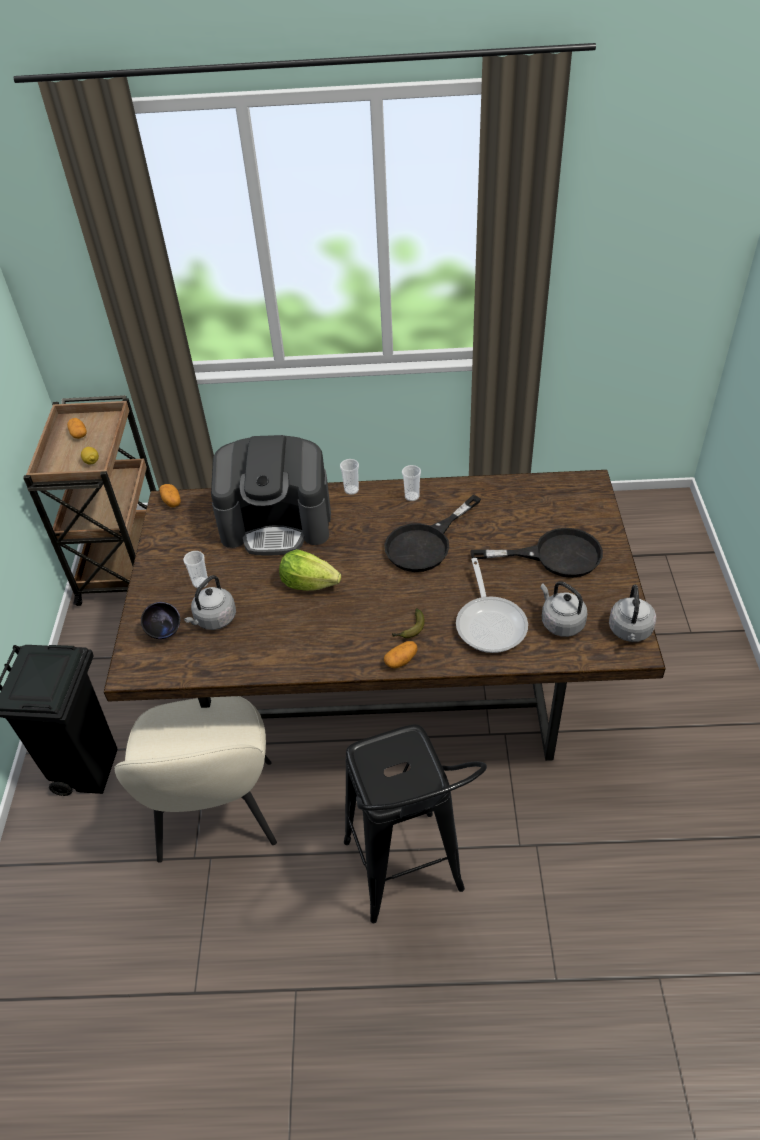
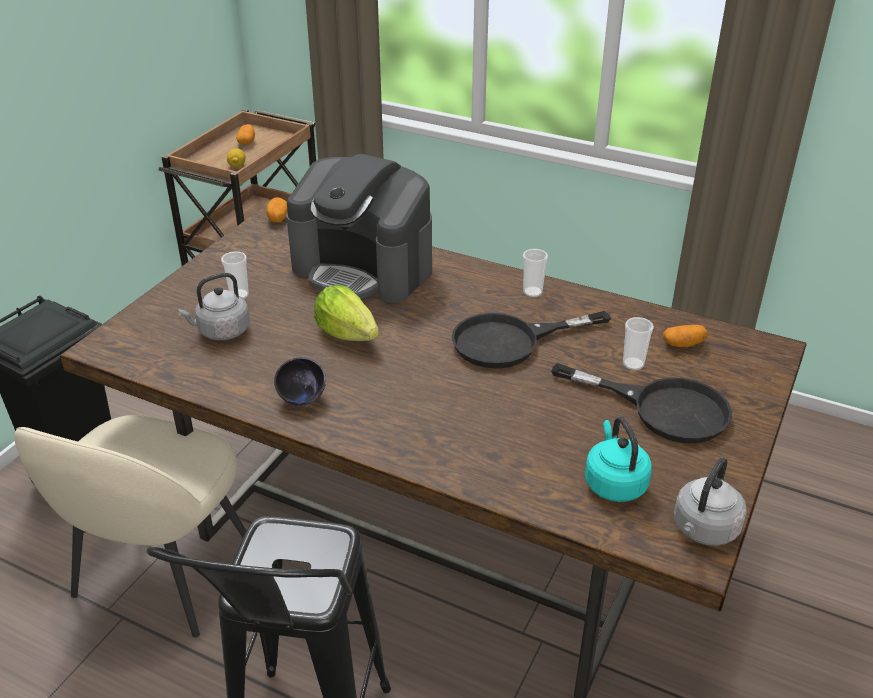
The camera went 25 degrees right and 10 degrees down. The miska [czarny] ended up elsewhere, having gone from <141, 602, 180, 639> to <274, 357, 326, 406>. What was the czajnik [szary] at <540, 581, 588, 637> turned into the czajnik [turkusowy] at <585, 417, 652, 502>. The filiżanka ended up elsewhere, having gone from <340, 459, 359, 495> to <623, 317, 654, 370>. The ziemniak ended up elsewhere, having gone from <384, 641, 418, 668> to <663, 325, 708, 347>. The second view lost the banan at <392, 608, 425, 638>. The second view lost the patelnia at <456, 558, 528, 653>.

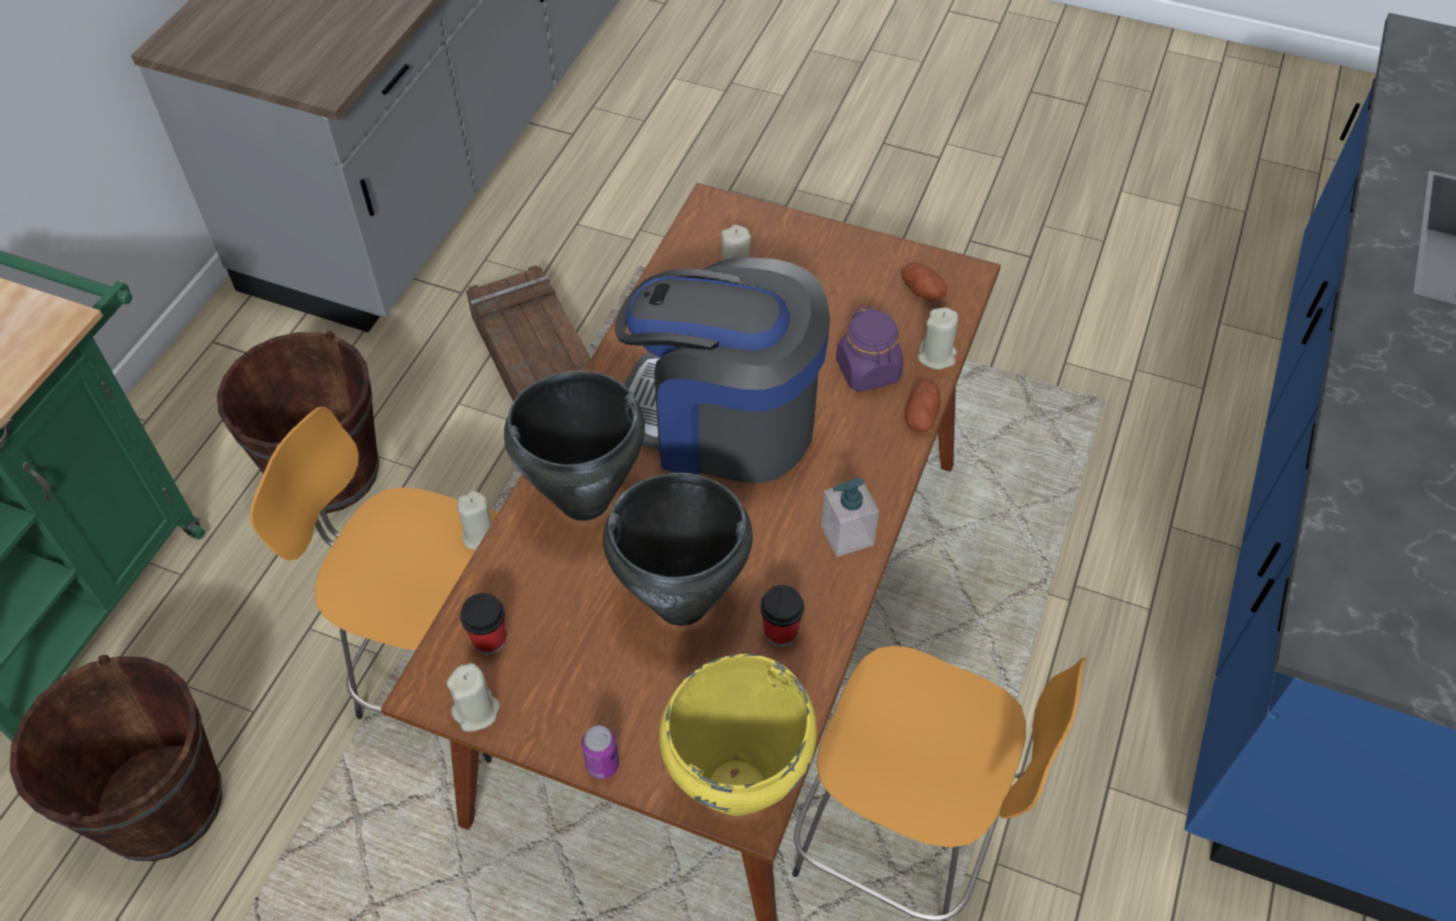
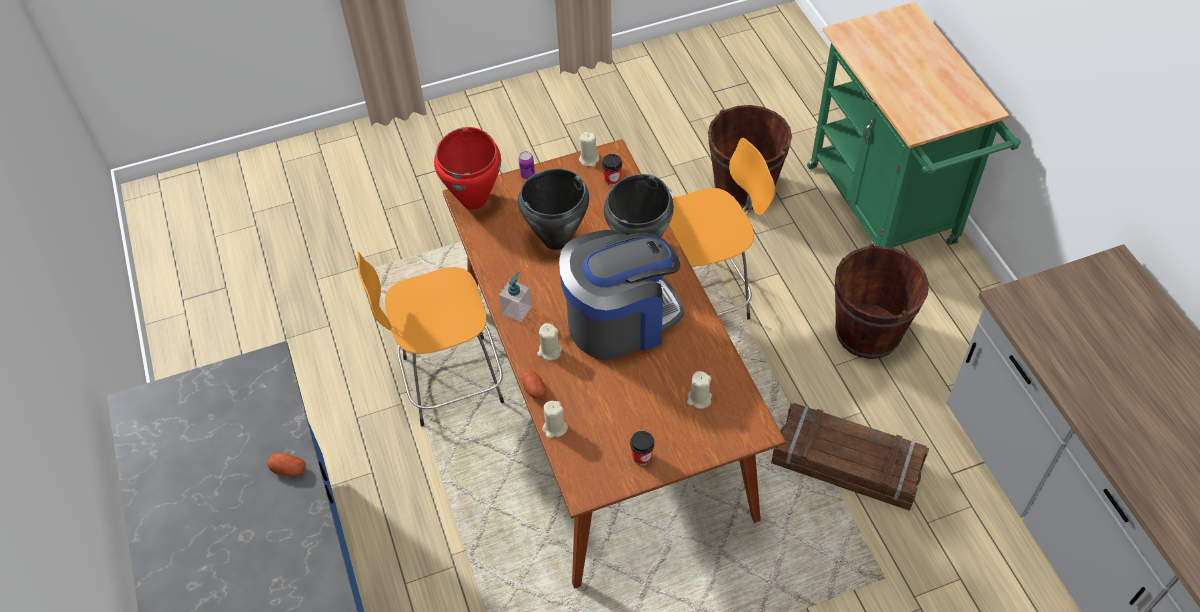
The camera went 140 degrees right and 0 degrees up. The ziemniak ended up elsewhere, having gone from <902, 263, 947, 302> to <267, 453, 306, 476>. What was the garnek [żółty] at <659, 654, 817, 816> turned into the garnek [czerwony] at <434, 127, 501, 210>. The świeca [beżowy] ended up elsewhere, having gone from <457, 491, 493, 550> to <537, 323, 562, 361>. The filiżanka ended up elsewhere, having gone from <760, 585, 804, 647> to <630, 431, 655, 465>. The second view lost the słoik [fioletowy] at <836, 306, 903, 392>.

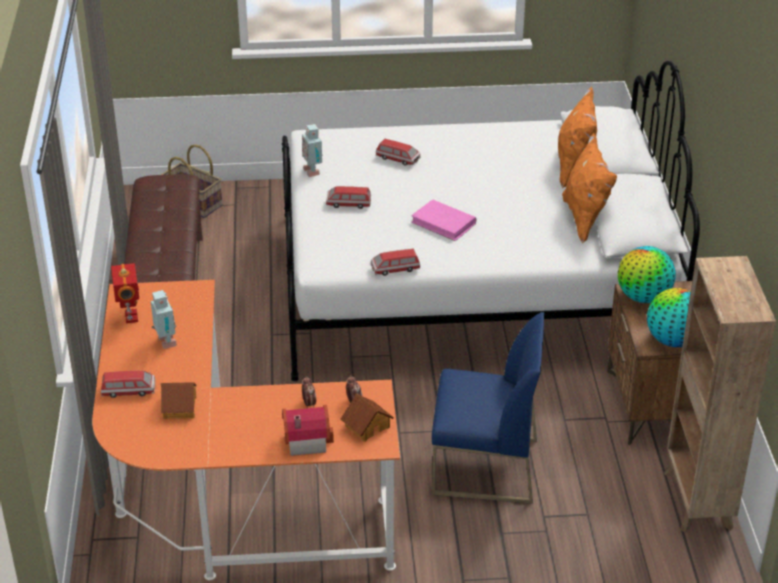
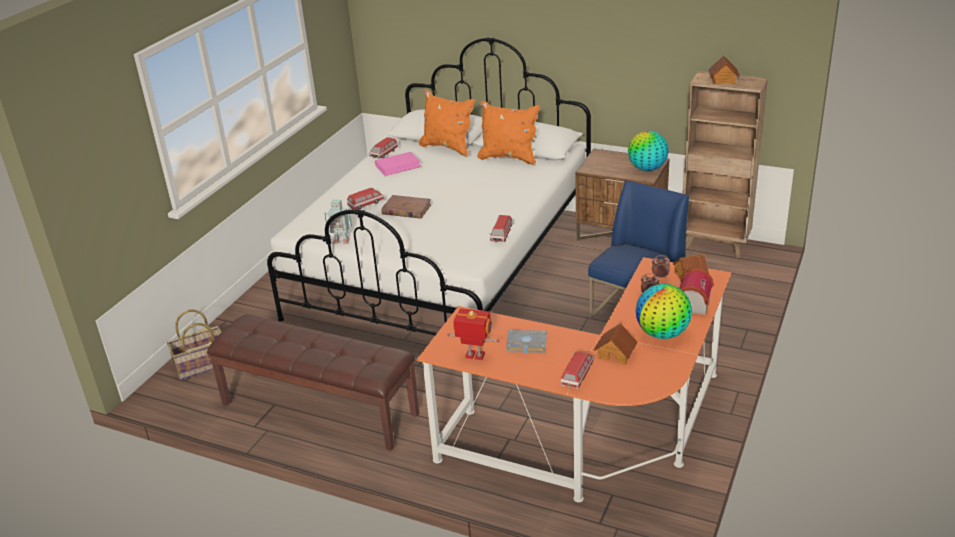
The camera went 60 degrees left and 5 degrees down. The samochodzik ended up elsewhere, having gone from <326, 186, 371, 209> to <369, 137, 398, 159>. The książka [różowy] ended up elsewhere, having gone from <411, 199, 476, 241> to <375, 152, 422, 176>. The second view gained the książka [brązowy] at <381, 195, 431, 219>. Where the robot zabawkowy stood at <151, 290, 177, 349>, the książka [szary] came to stand at <506, 330, 547, 353>. The globus ended up elsewhere, having gone from <618, 246, 676, 303> to <636, 284, 692, 339>. The second view gained the domek at <709, 56, 740, 84>.

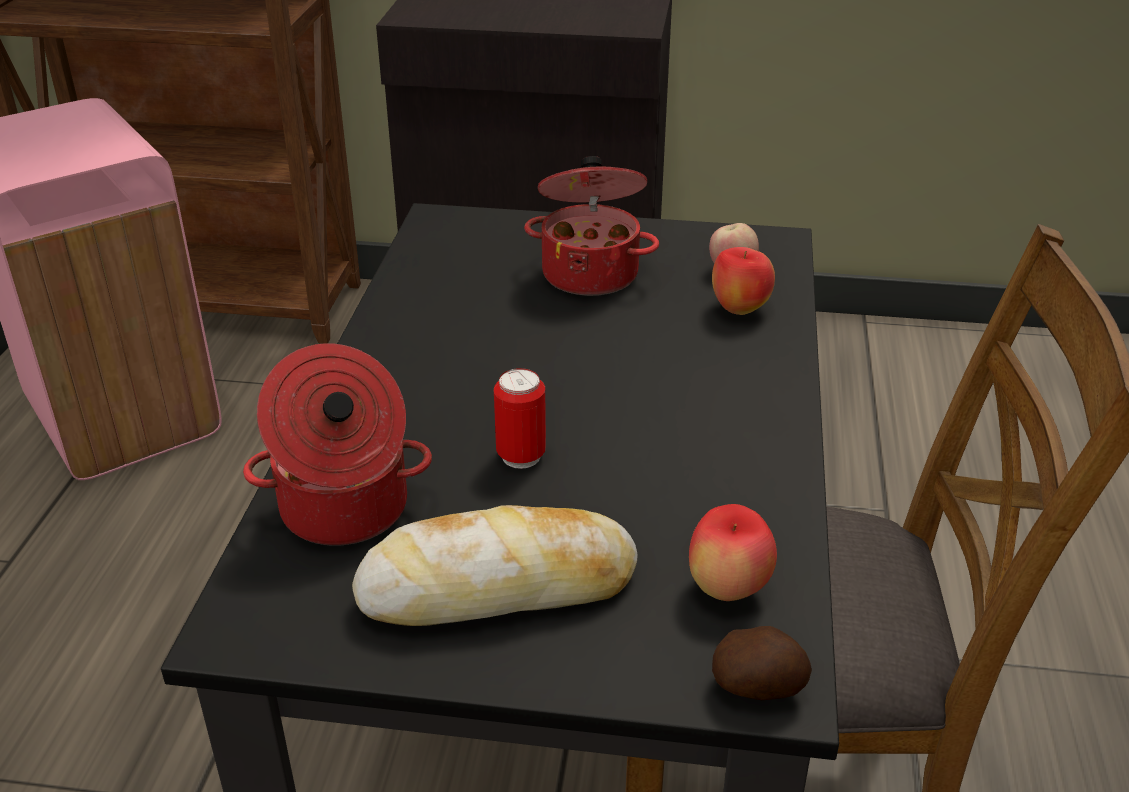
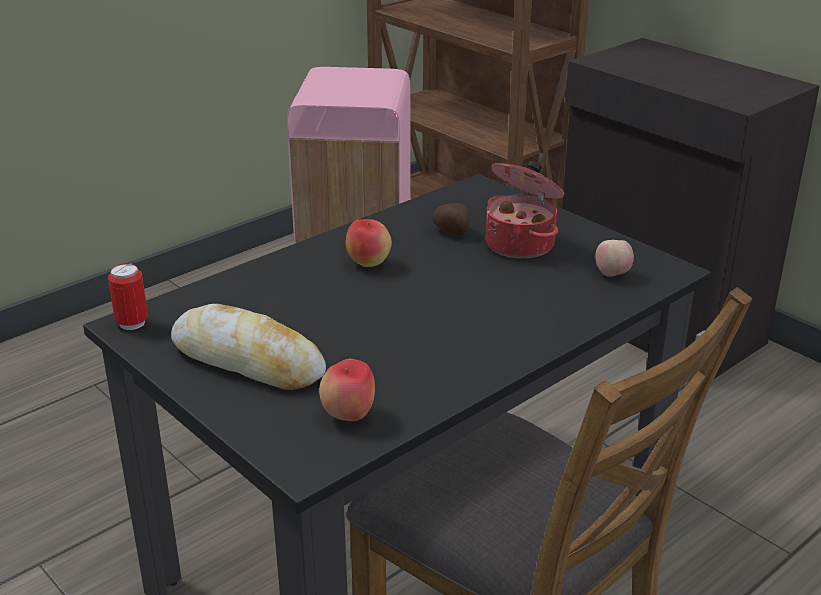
The camera went 40 degrees right and 5 degrees down. The puszka ended up elsewhere, having gone from <494, 368, 546, 469> to <108, 263, 148, 330>. The jabłko ended up elsewhere, having gone from <712, 247, 775, 315> to <346, 219, 392, 267>. The ziemniak ended up elsewhere, having gone from <712, 626, 812, 700> to <432, 203, 470, 235>. The second view lost the garnek at <243, 343, 432, 546>.

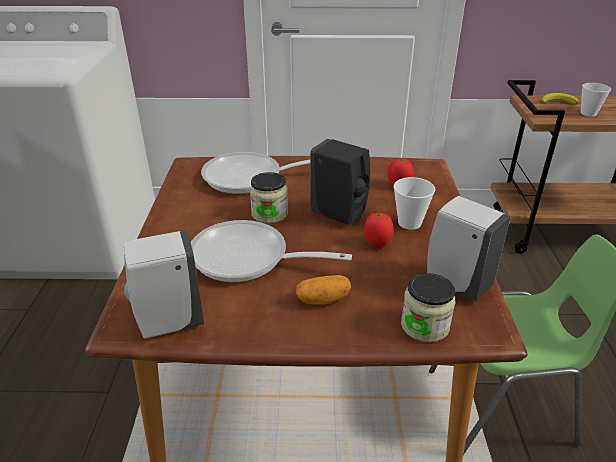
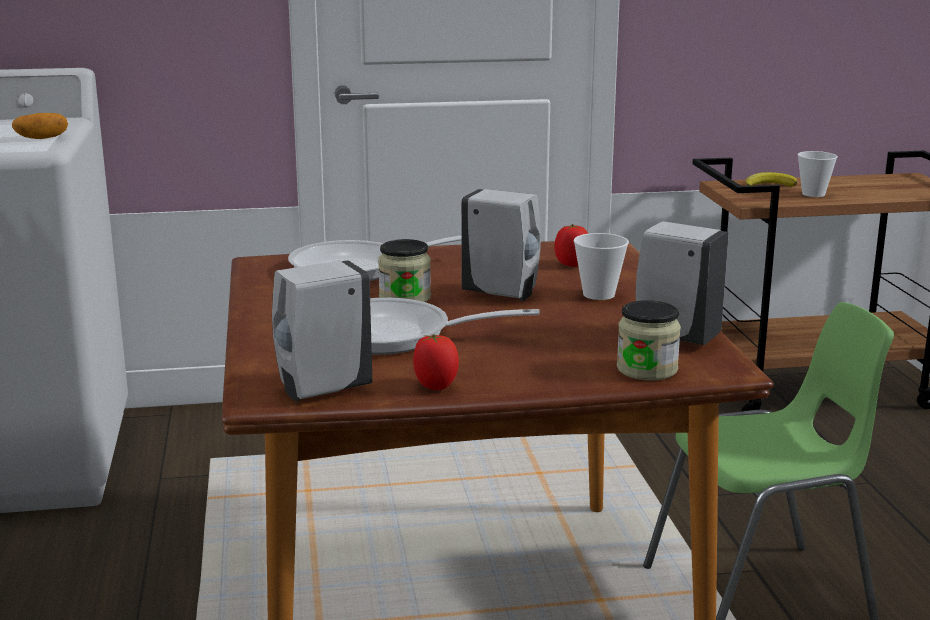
The camera went 10 degrees left and 15 degrees down. The ziemniak ended up elsewhere, having gone from <296, 275, 351, 305> to <12, 113, 68, 139>. The pomidor ended up elsewhere, having gone from <364, 213, 394, 248> to <413, 334, 459, 390>. What was the dozownik mydła [czarny] at <310, 139, 370, 225> turned into the dozownik mydła [biały] at <461, 189, 541, 301>.

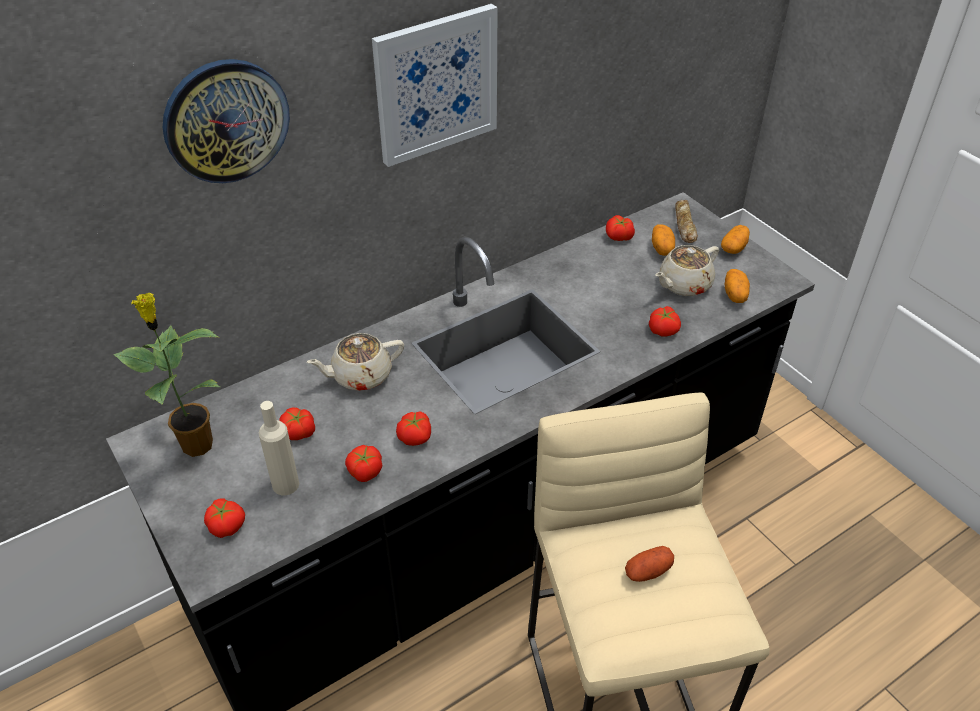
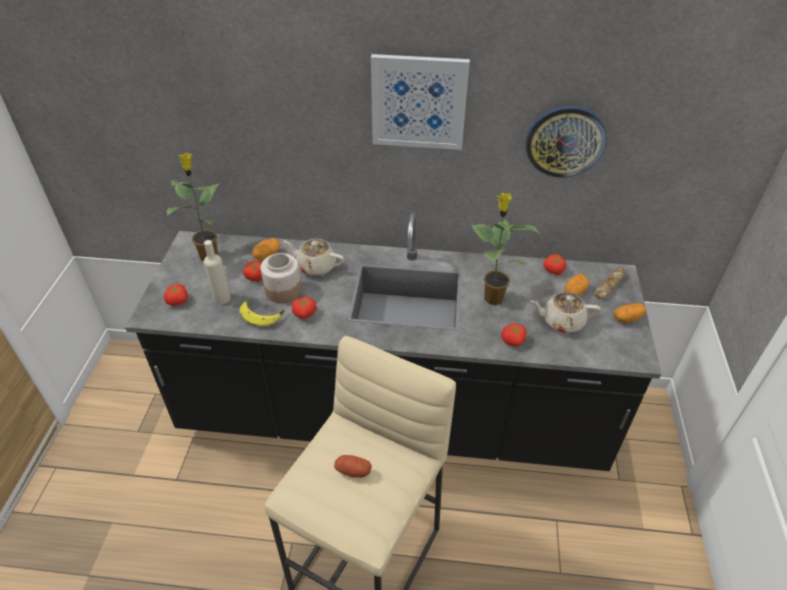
The camera went 40 degrees right and 0 degrees up. Where the pomidor stood at <345, 445, 382, 482>, the banan came to stand at <240, 301, 284, 326>. The ziemniak ended up elsewhere, having gone from <725, 269, 750, 303> to <252, 238, 281, 260>. The second view gained the słoik at <261, 253, 302, 303>. The second view gained the roślina doniczkowa at <471, 193, 541, 305>. The zegar ścienny ended up elsewhere, having gone from <163, 59, 290, 183> to <526, 105, 607, 178>.

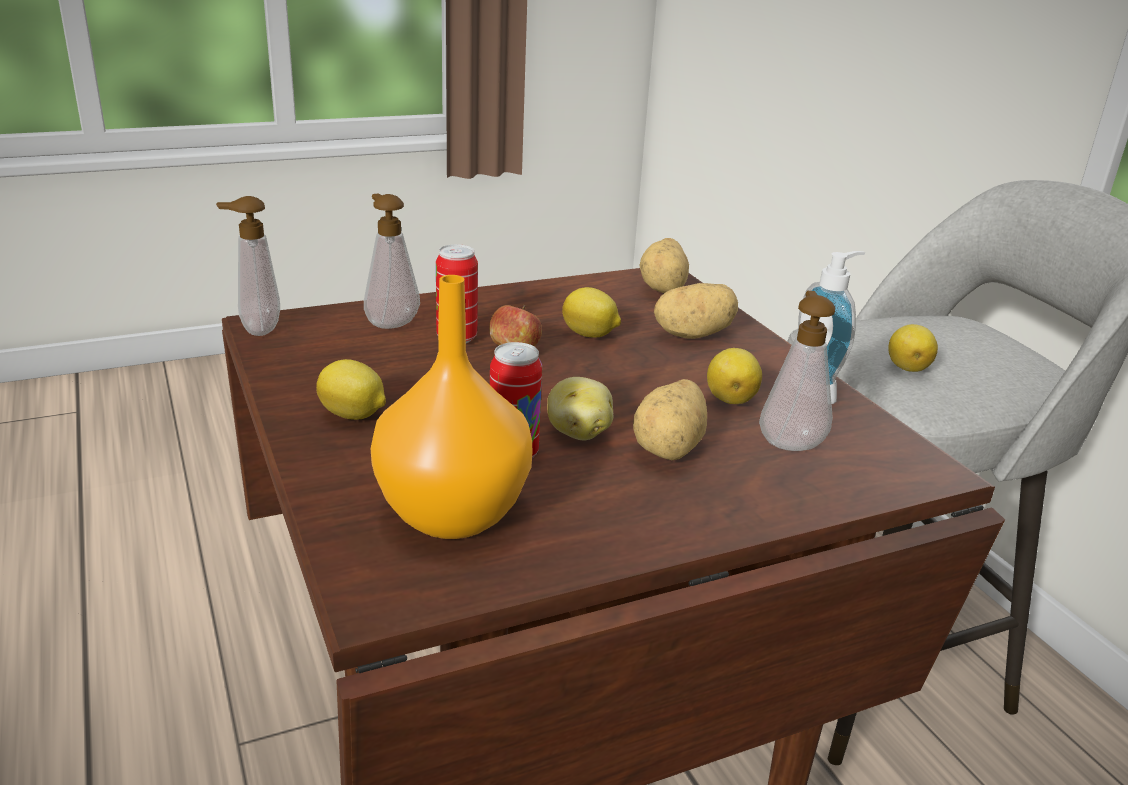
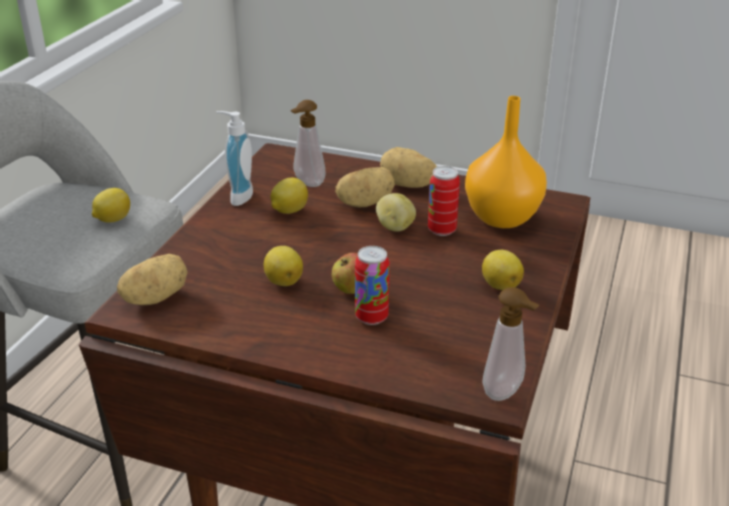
The camera went 135 degrees left and 5 degrees up. The ziemniak ended up elsewhere, having gone from <654, 283, 738, 339> to <380, 147, 437, 188>. The second view lost the dozownik mydła at <364, 193, 420, 329>.

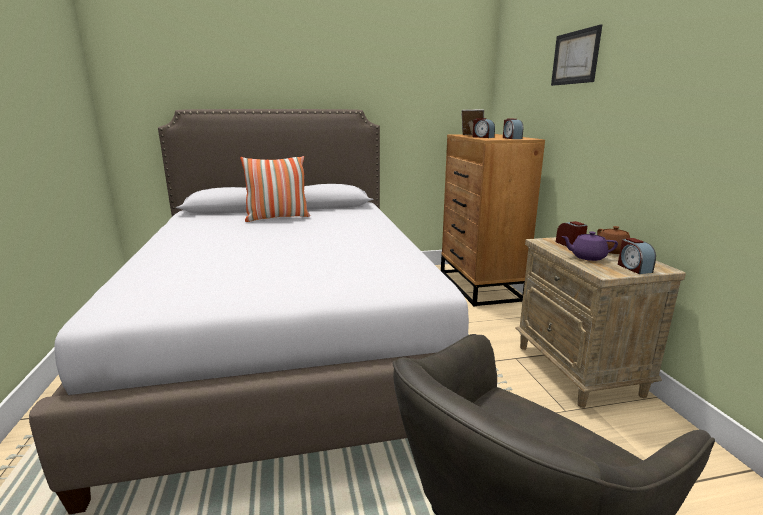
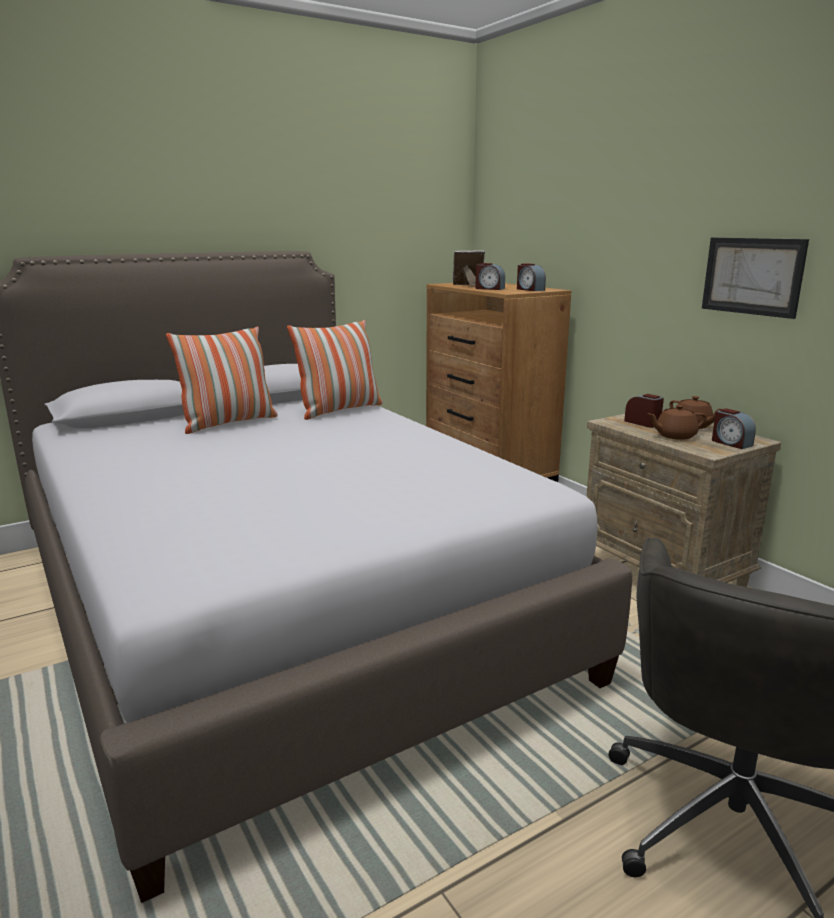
The camera went 20 degrees left and 0 degrees up. The second view gained the poduszka at <287, 320, 383, 420>. What was the imbryk [fioletowy] at <561, 231, 618, 261> turned into the imbryk [brązowy] at <647, 405, 706, 440>. The obraz ended up elsewhere, having gone from <551, 24, 602, 86> to <702, 238, 809, 319>.

